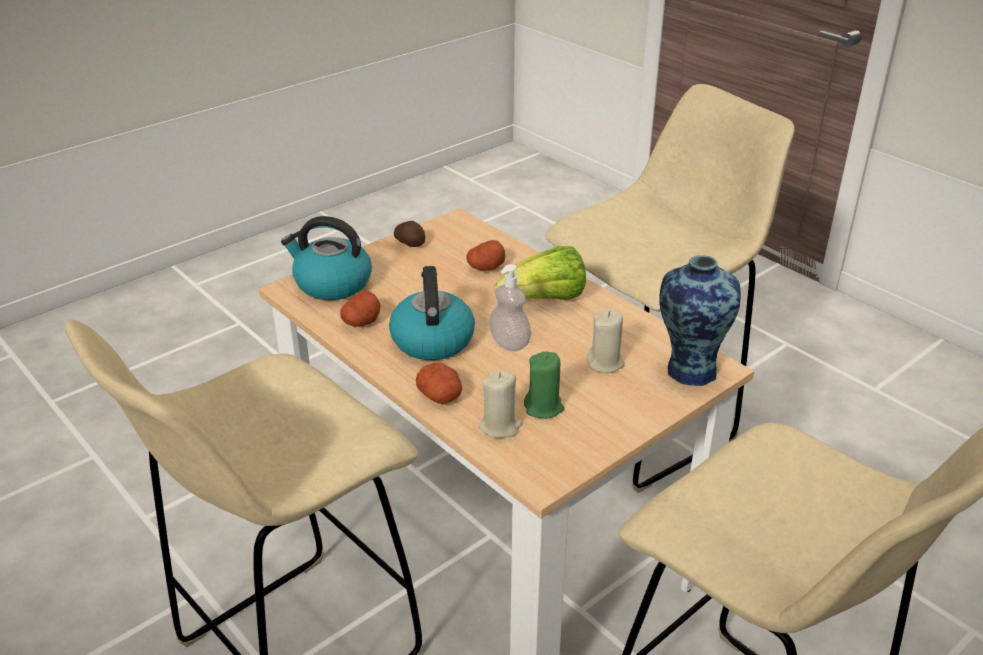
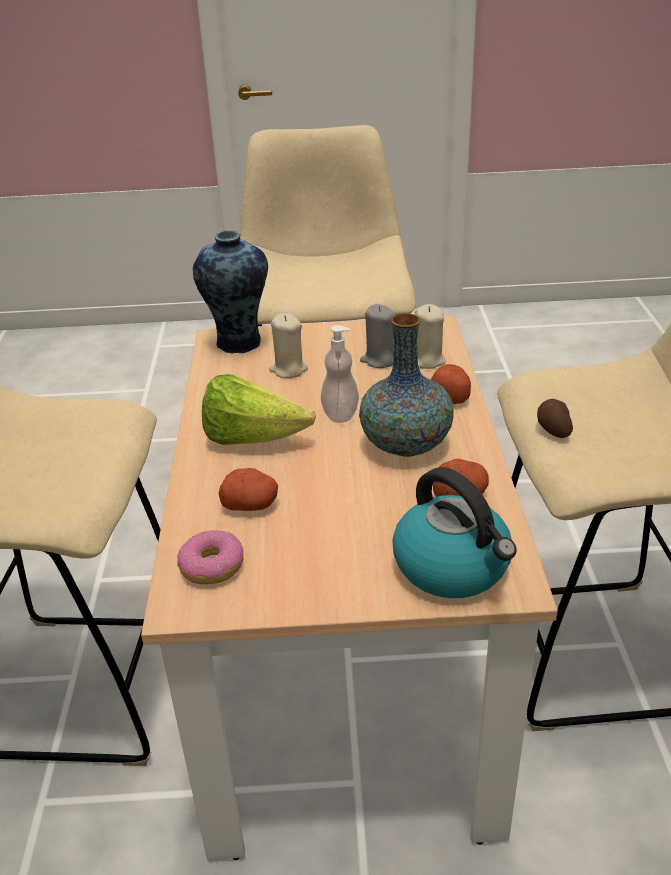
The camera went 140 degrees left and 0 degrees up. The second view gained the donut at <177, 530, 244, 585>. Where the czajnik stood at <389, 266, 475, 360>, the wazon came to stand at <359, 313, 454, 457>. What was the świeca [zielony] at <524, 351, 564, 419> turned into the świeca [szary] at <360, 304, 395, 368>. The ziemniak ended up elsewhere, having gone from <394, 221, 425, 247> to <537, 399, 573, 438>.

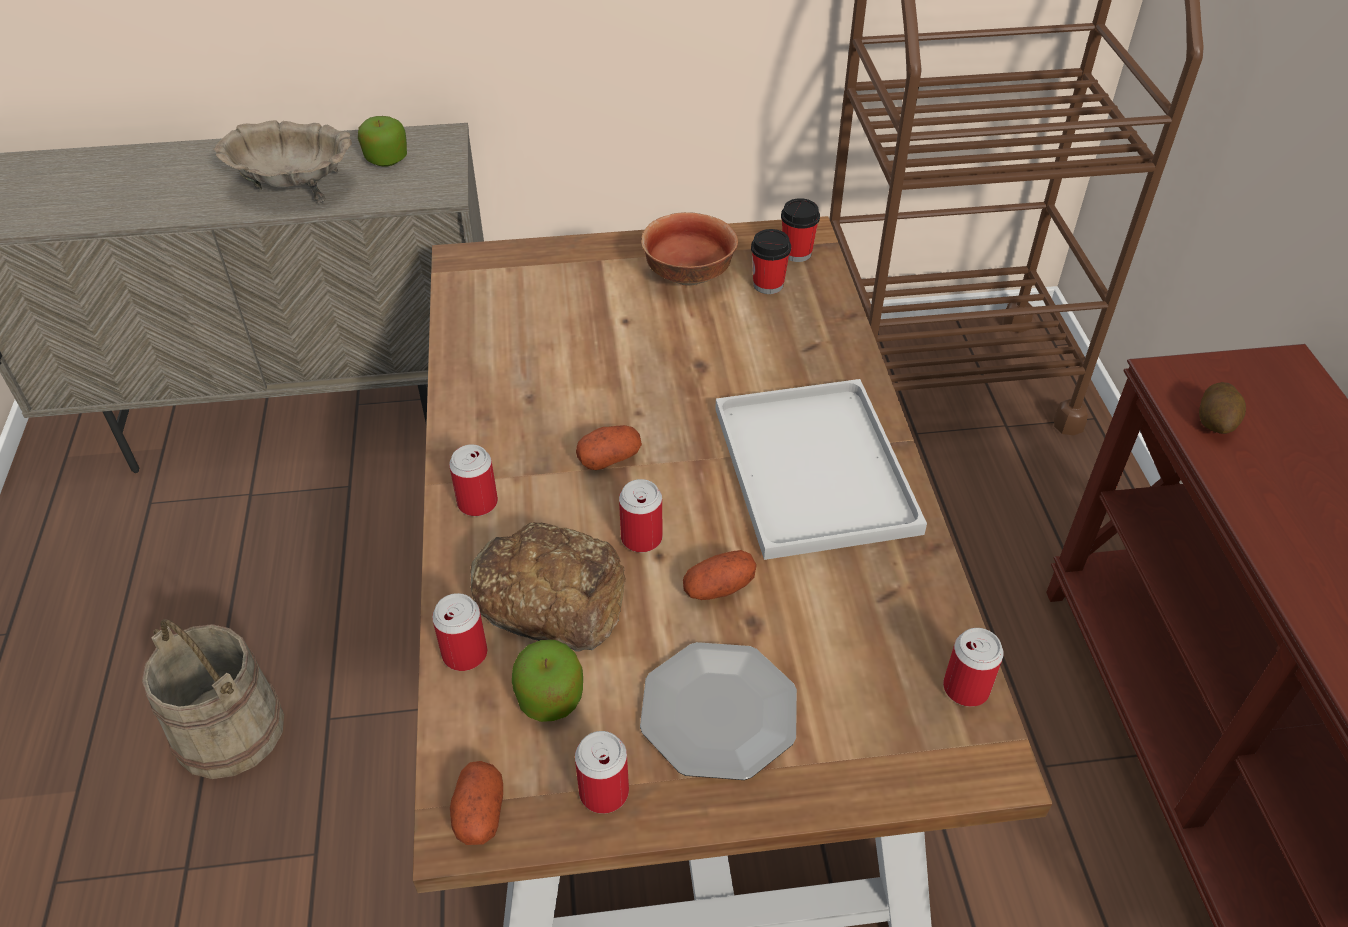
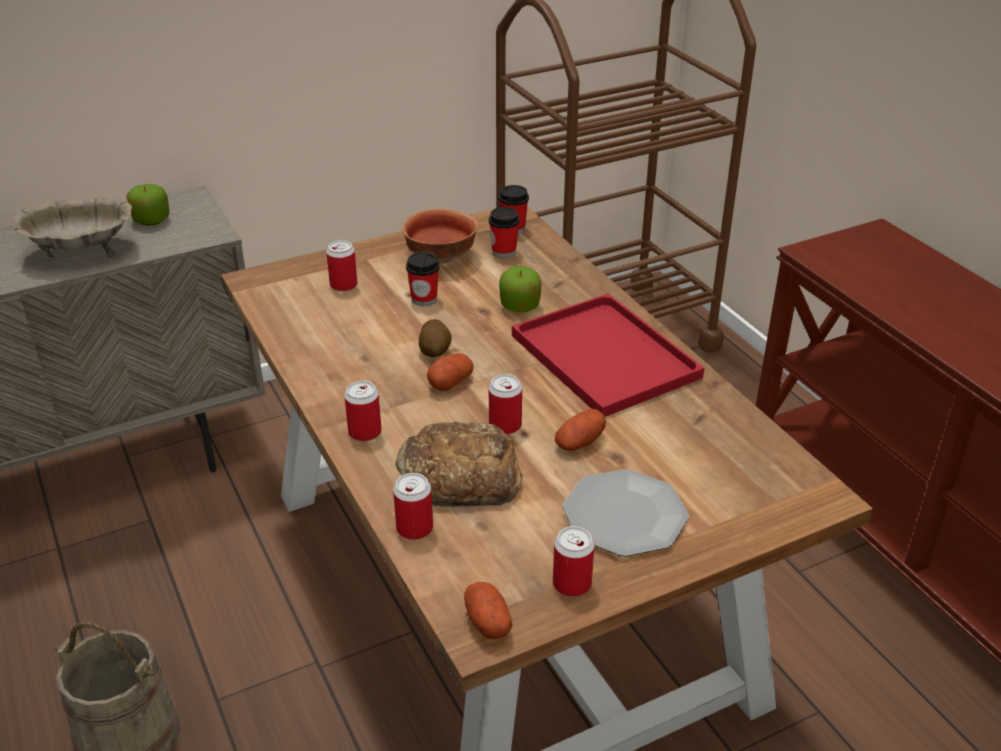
The camera went 20 degrees left and 10 degrees down. The puszka ended up elsewhere, having gone from <943, 628, 1004, 707> to <326, 240, 358, 291>. The second view gained the filiżanka at <406, 252, 440, 306>. The ziemniak ended up elsewhere, having gone from <1199, 382, 1246, 434> to <419, 319, 451, 357>. The jabłko ended up elsewhere, having gone from <512, 640, 583, 722> to <499, 266, 541, 312>. What was the taca [biały] at <715, 379, 927, 560> turned into the taca [czerwony] at <512, 294, 704, 417>.

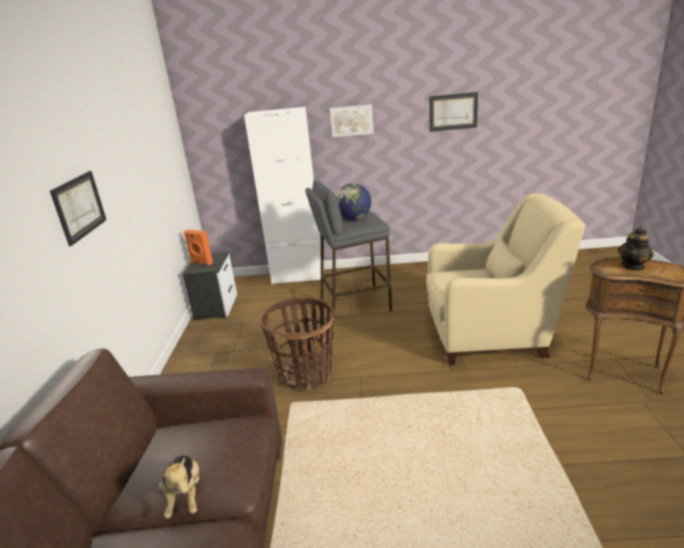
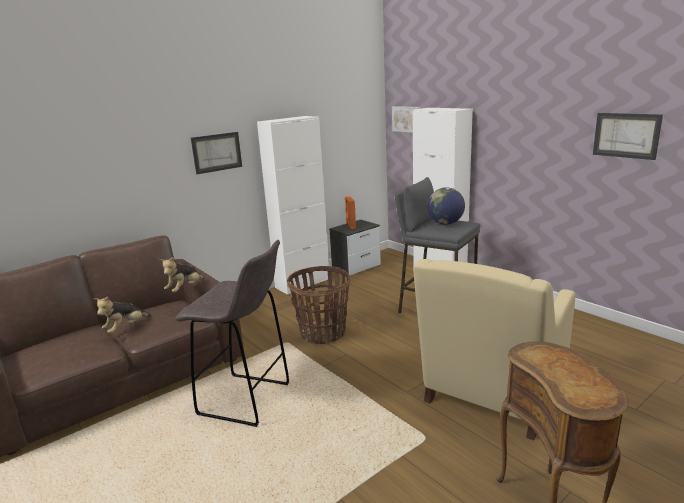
The camera went 50 degrees right and 5 degrees down. The second view gained the pluszak at <160, 257, 205, 293>. The second view gained the stołek [szary] at <175, 240, 290, 427>. The second view gained the szafka [biały] at <257, 116, 329, 295>. The obraz ended up elsewhere, having gone from <330, 104, 374, 137> to <392, 106, 421, 133>. The fotel [beżowy] at <426, 193, 586, 365> ended up facing another way, 75 degrees clockwise from before. The second view lost the imbryk at <618, 227, 654, 271>.

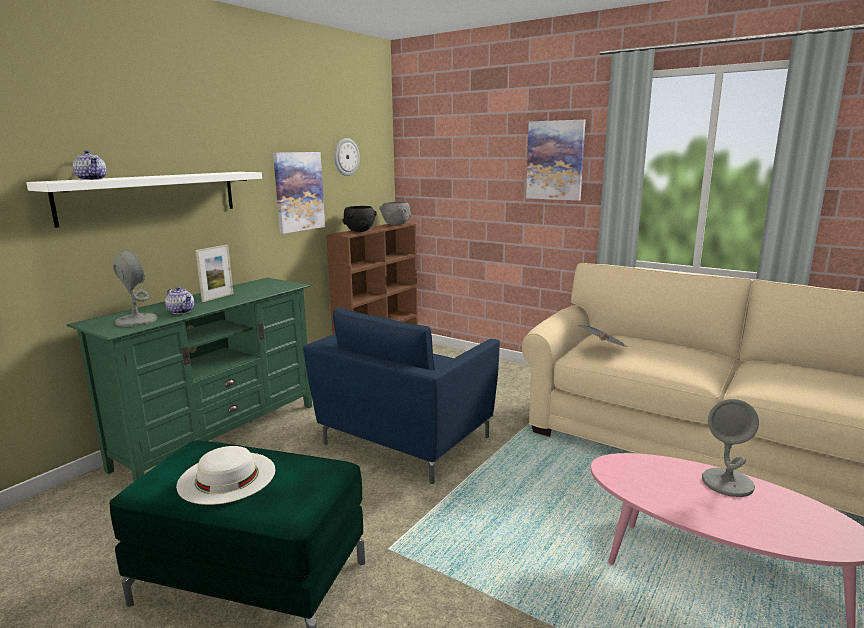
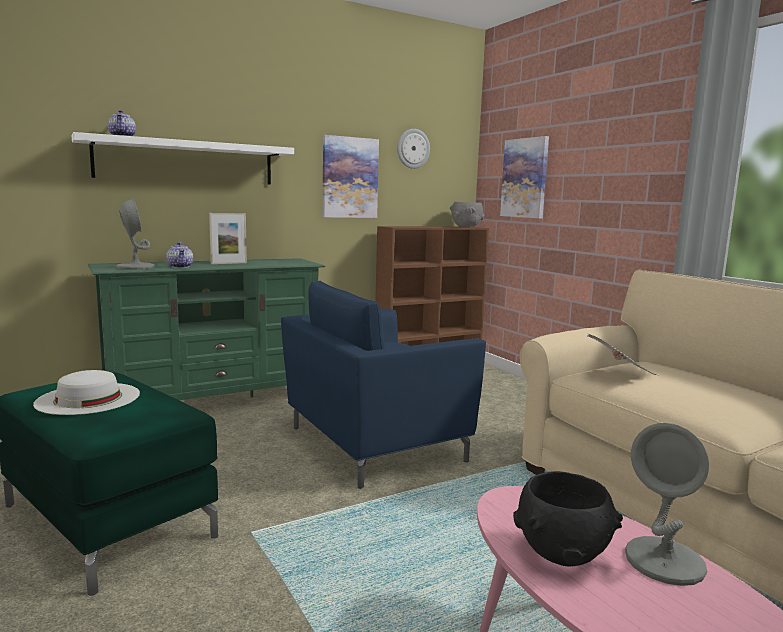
The camera went 25 degrees right and 5 degrees down. The obraz ended up elsewhere, having gone from <526, 119, 586, 201> to <500, 136, 549, 219>. The miska [czarny] ended up elsewhere, having gone from <342, 206, 377, 232> to <513, 471, 623, 567>.

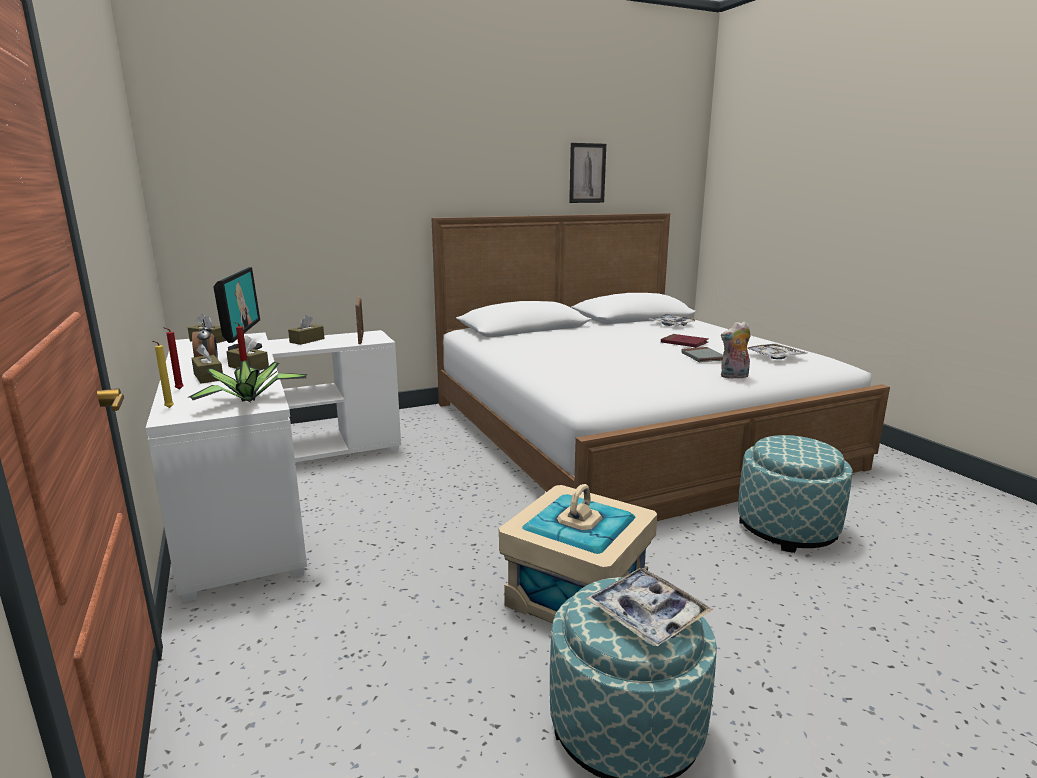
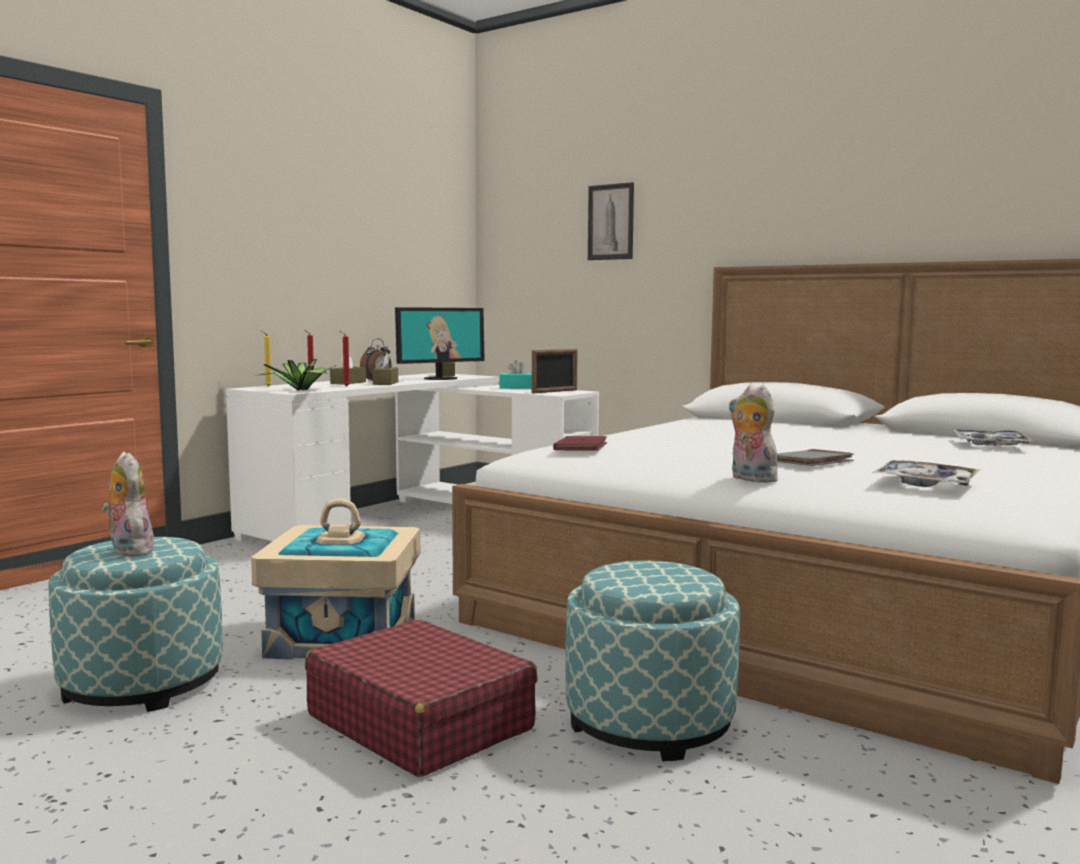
The camera went 60 degrees right and 10 degrees down. Where the taca stood at <586, 568, 713, 647>, the pluszak came to stand at <102, 452, 154, 557>. The second view gained the walizka [czerwony] at <305, 619, 538, 777>. What was the pudełko chusteczek [brązowy] at <288, 315, 325, 345> turned into the pudełko chusteczek [turkusowy] at <499, 360, 532, 389>. The książka [czerwony] ended up elsewhere, having gone from <661, 334, 709, 348> to <553, 436, 607, 451>. The obraz ended up elsewhere, having gone from <569, 143, 606, 203> to <588, 182, 634, 260>.

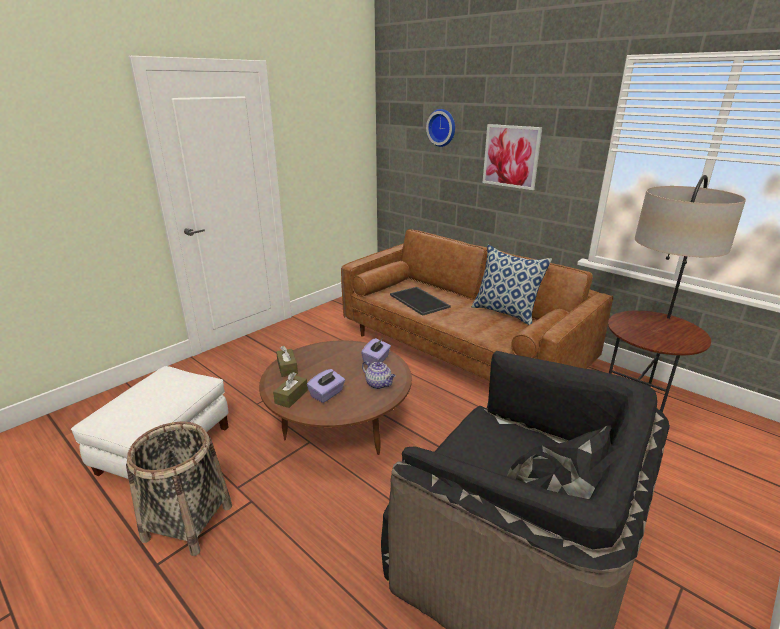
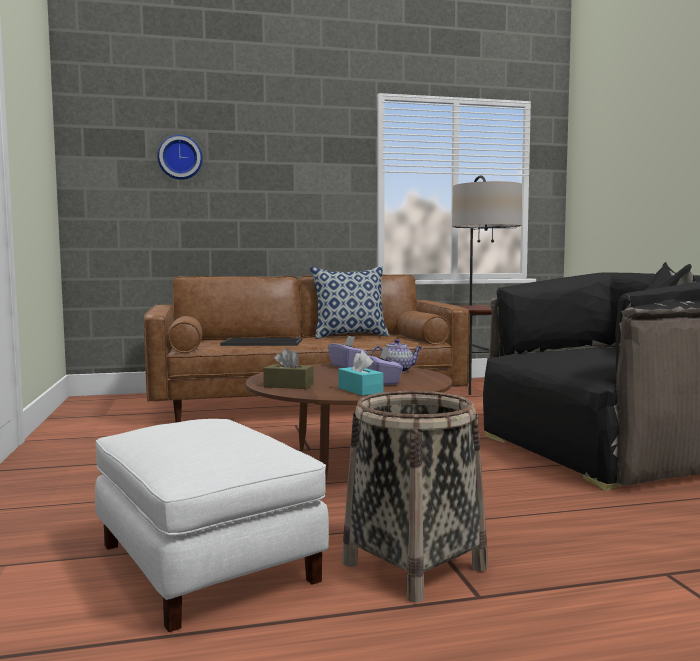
The camera went 55 degrees left and 20 degrees down. What was the pudełko chusteczek [brązowy] at <273, 372, 308, 408> turned into the pudełko chusteczek [turkusowy] at <338, 351, 383, 396>. The second view lost the obraz at <483, 124, 542, 190>.

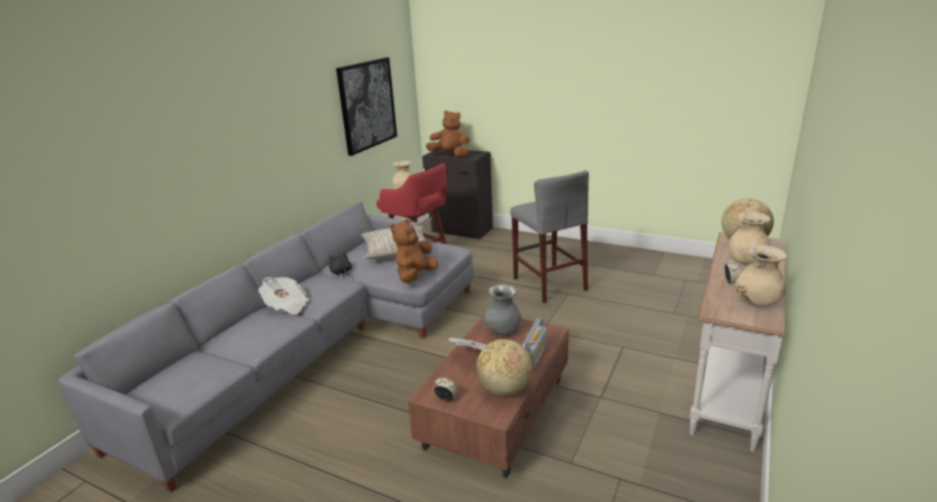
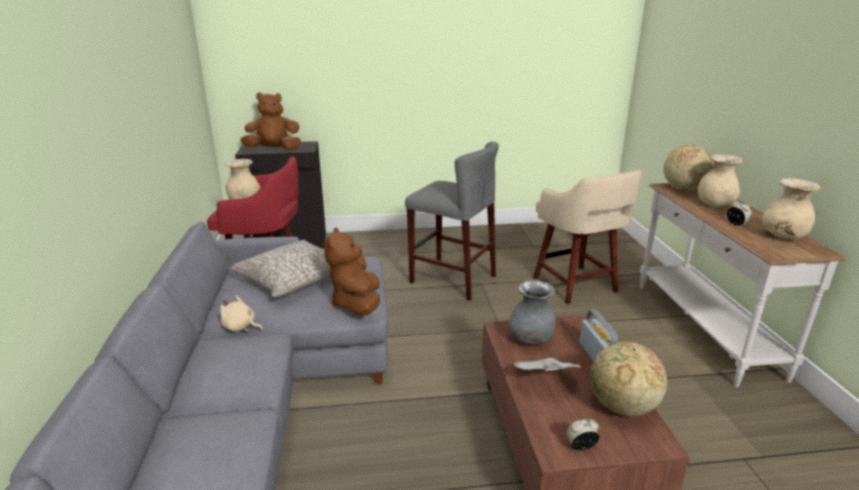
The camera went 35 degrees left and 0 degrees up. What was the pluszak [czarny] at <329, 252, 352, 277> turned into the pluszak [beżowy] at <220, 295, 263, 332>. The second view gained the stołek [beżowy] at <533, 170, 642, 304>. The second view lost the gazeta at <258, 277, 309, 315>. The second view lost the obraz at <336, 57, 397, 156>.

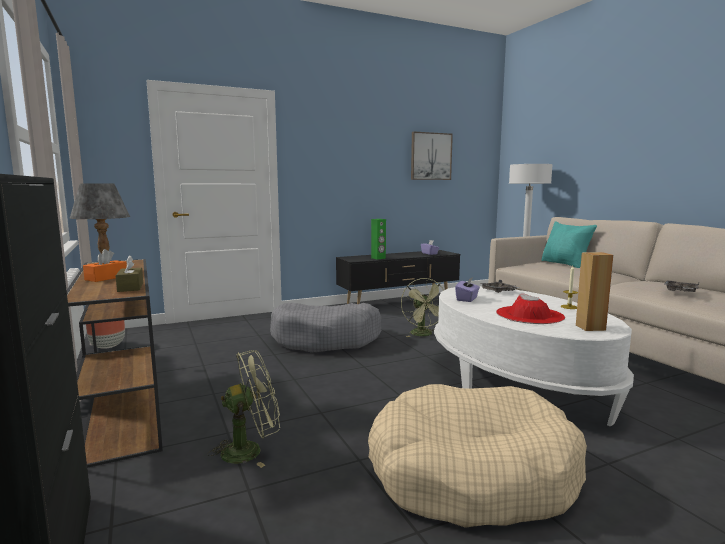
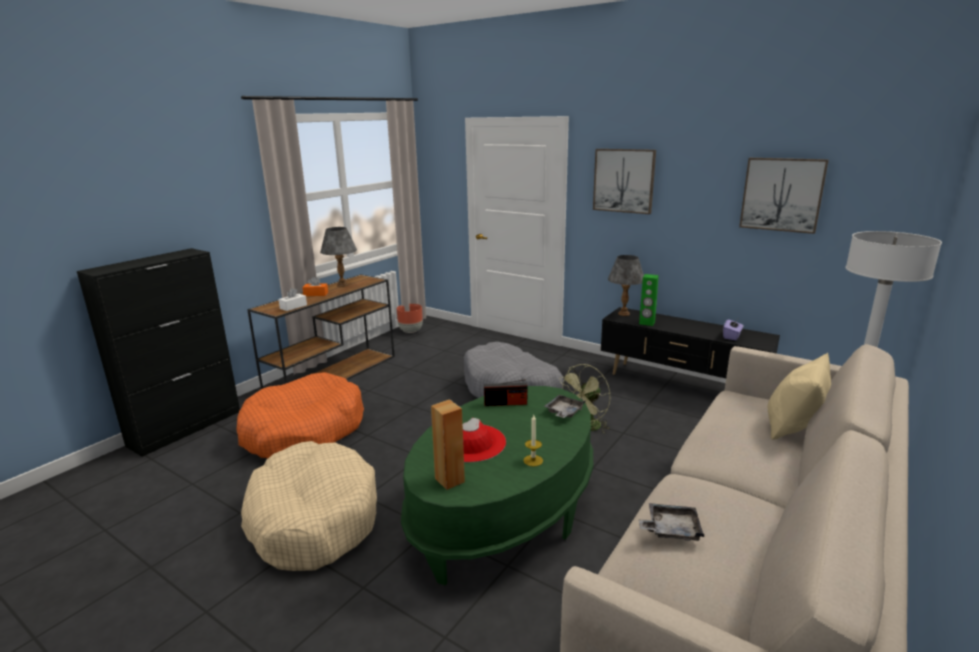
The camera went 60 degrees right and 10 degrees up. Where the wentylator [zielony] stood at <207, 350, 280, 468>, the legowisko [pomarańczowy] came to stand at <237, 372, 364, 458>. What was the pudełko chusteczek [brązowy] at <115, 255, 143, 292> turned into the pudełko chusteczek [biały] at <278, 288, 307, 311>. What was the ława [biały] at <434, 286, 634, 426> turned into the ława [zielony] at <401, 386, 593, 585>. Where the pudełko chusteczek [fioletowy] stood at <455, 277, 480, 302>, the radio came to stand at <484, 379, 528, 406>. The second view gained the obraz at <593, 149, 656, 214>. The second view gained the lampa stołowa [szary] at <608, 255, 644, 316>. What was the poduszka [turkusowy] at <541, 221, 597, 268> turned into the poduszka [beżowy] at <768, 353, 831, 440>.

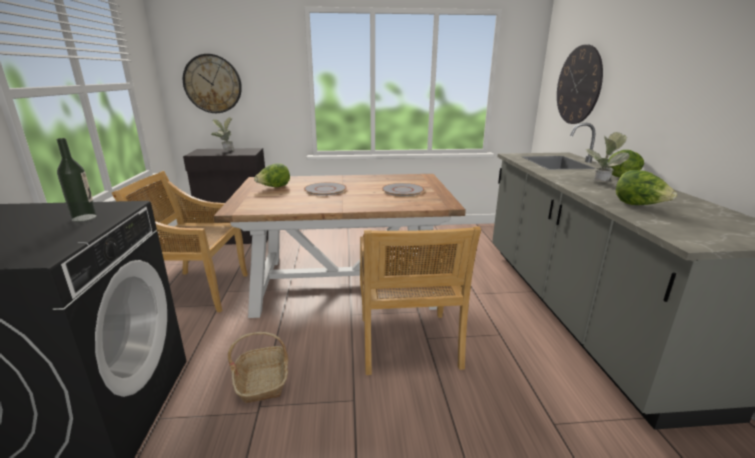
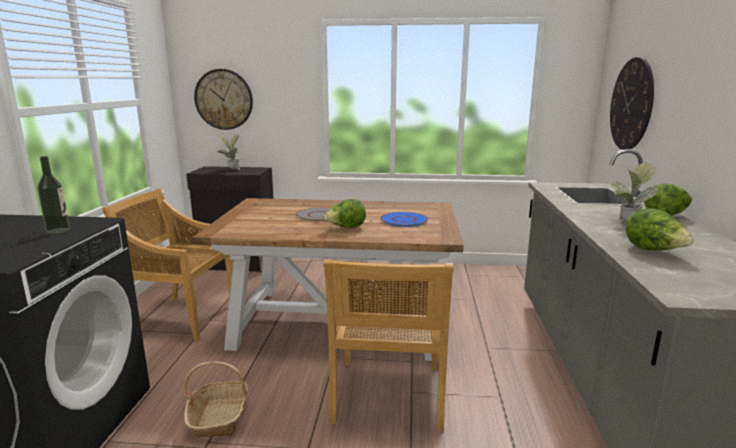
The camera went 10 degrees right and 5 degrees down. The sałata ended up elsewhere, having gone from <254, 163, 290, 187> to <324, 199, 366, 228>. What was the talerz [szary] at <382, 183, 424, 196> turned into the talerz [niebieski] at <380, 212, 428, 227>.

